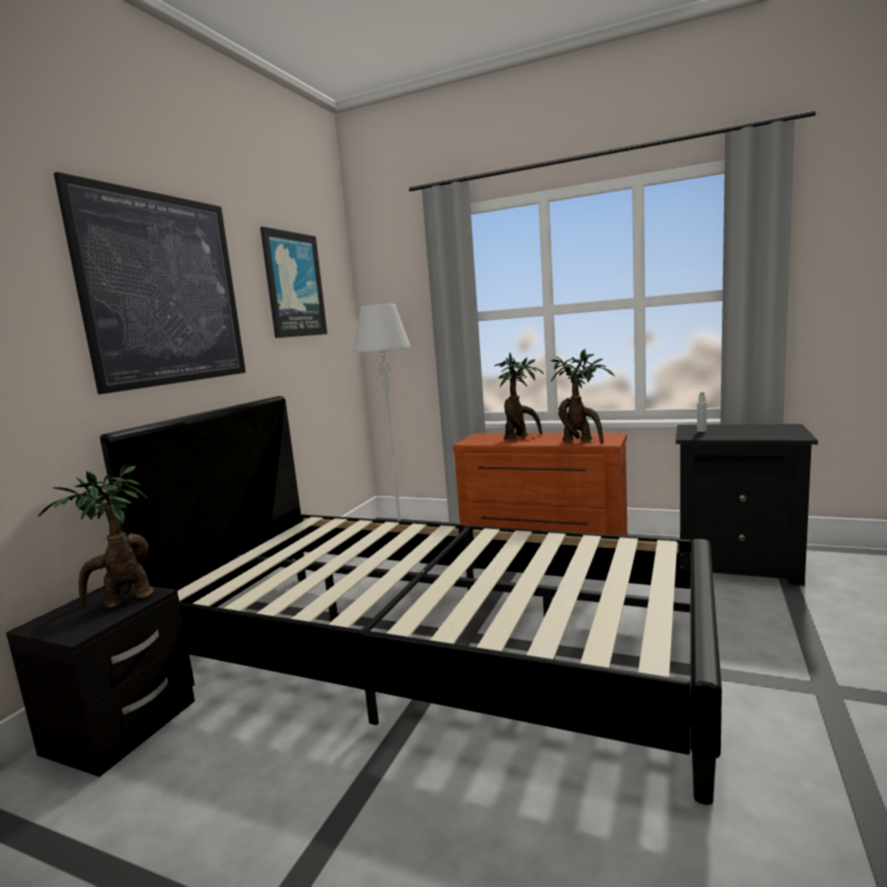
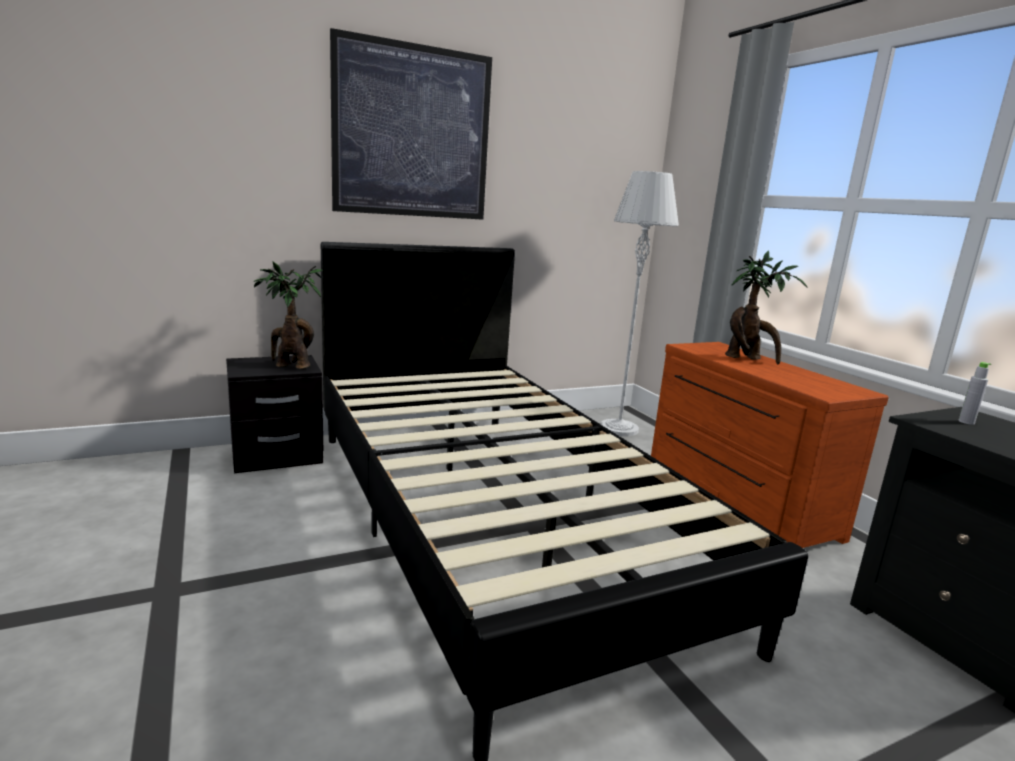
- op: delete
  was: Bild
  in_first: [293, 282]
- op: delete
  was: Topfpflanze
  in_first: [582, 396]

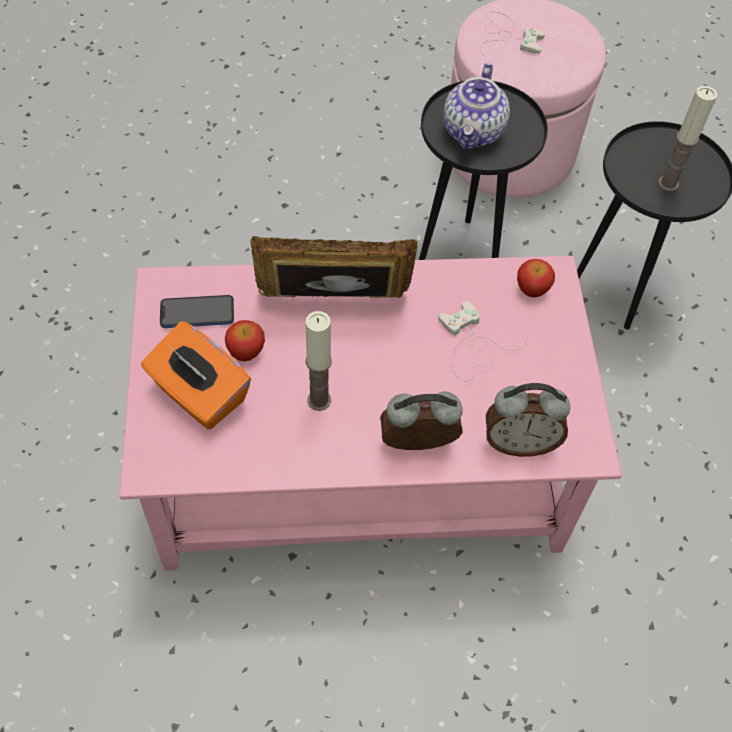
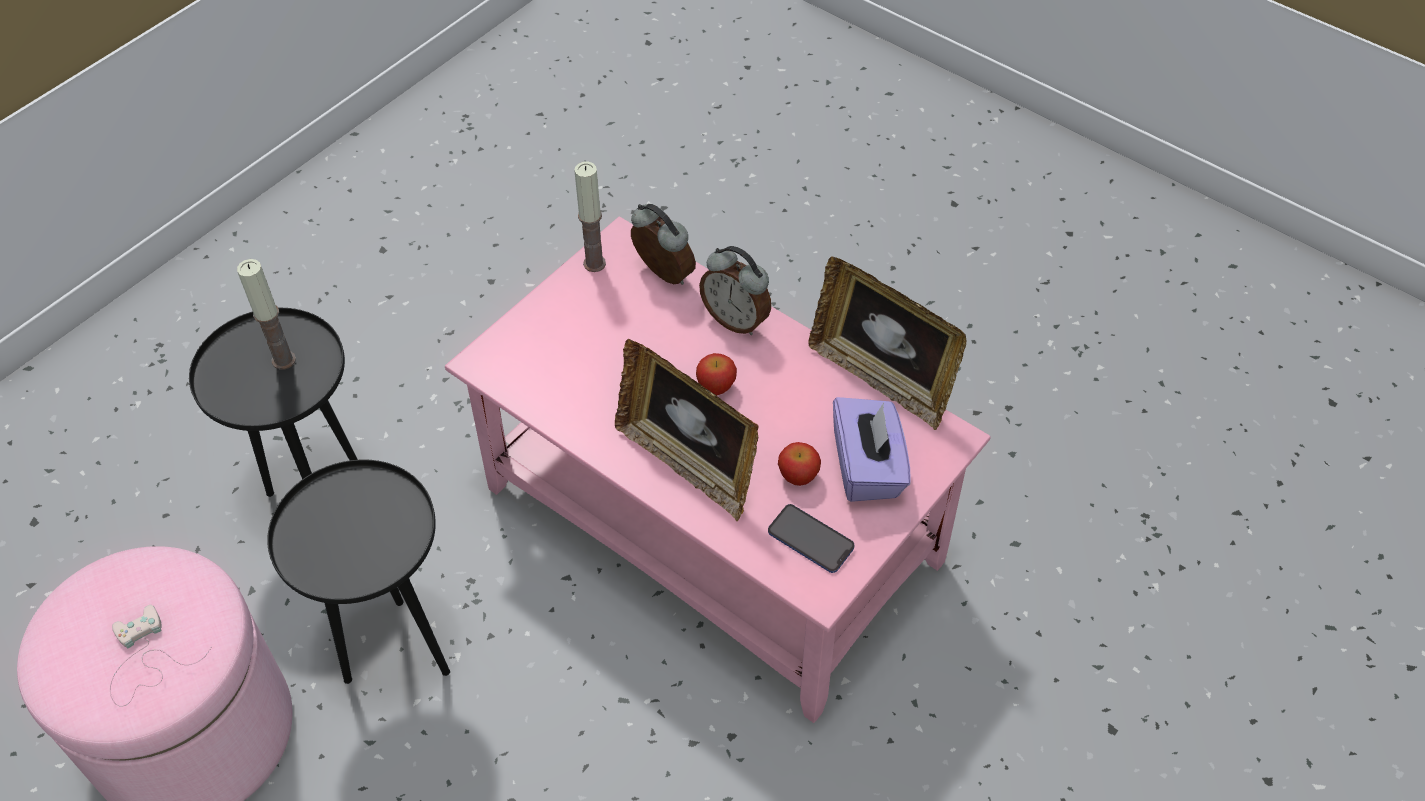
- op: delete
  was: Gamepad/weiß
  in_first: [483, 341]
- op: delete
  was: Teekanne
  in_first: [476, 106]
- op: insert
  now: Bilderrahmen
  in_second: [887, 343]
- op: move
  was: Kerze
  in_first: [318, 361]
  in_second: [590, 217]
- op: move
  was: Apfel
  in_first: [536, 278]
  in_second: [716, 374]
- op: recolor
  was: Taschentuchbox/orange
  now: Taschentuchbox/lila
  in_first: [196, 375]
  in_second: [872, 449]

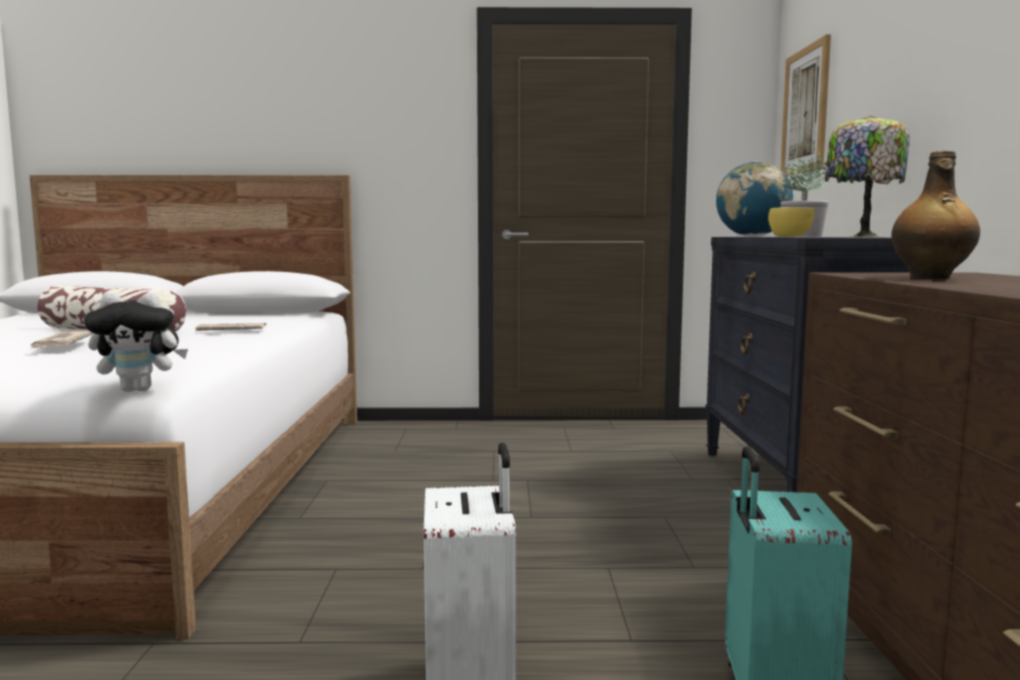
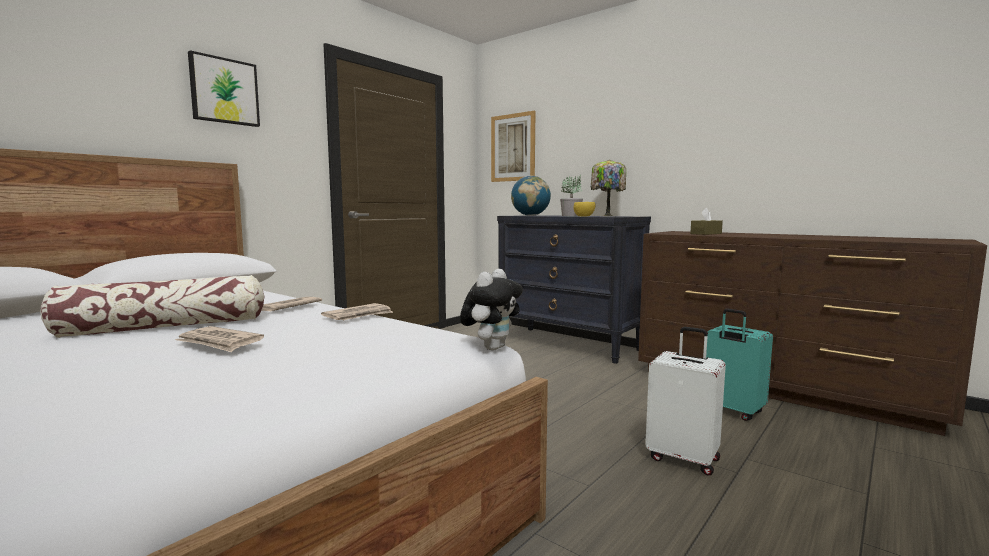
- op: insert
  now: Bild
  in_second: [224, 88]
- op: insert
  now: Zeitung
  in_second: [357, 311]
- op: replace
  was: Flasche
  now: Taschentuchbox/braun
  in_first: [935, 215]
  in_second: [706, 221]

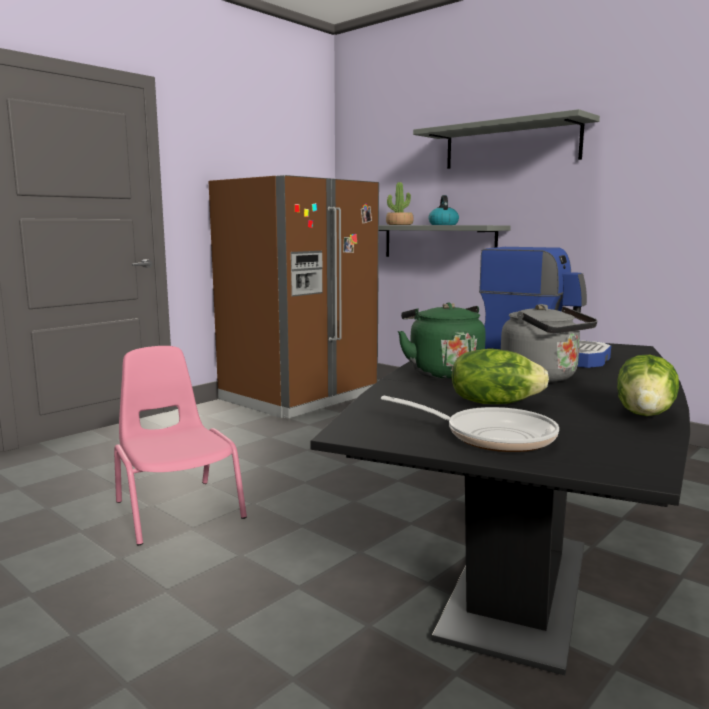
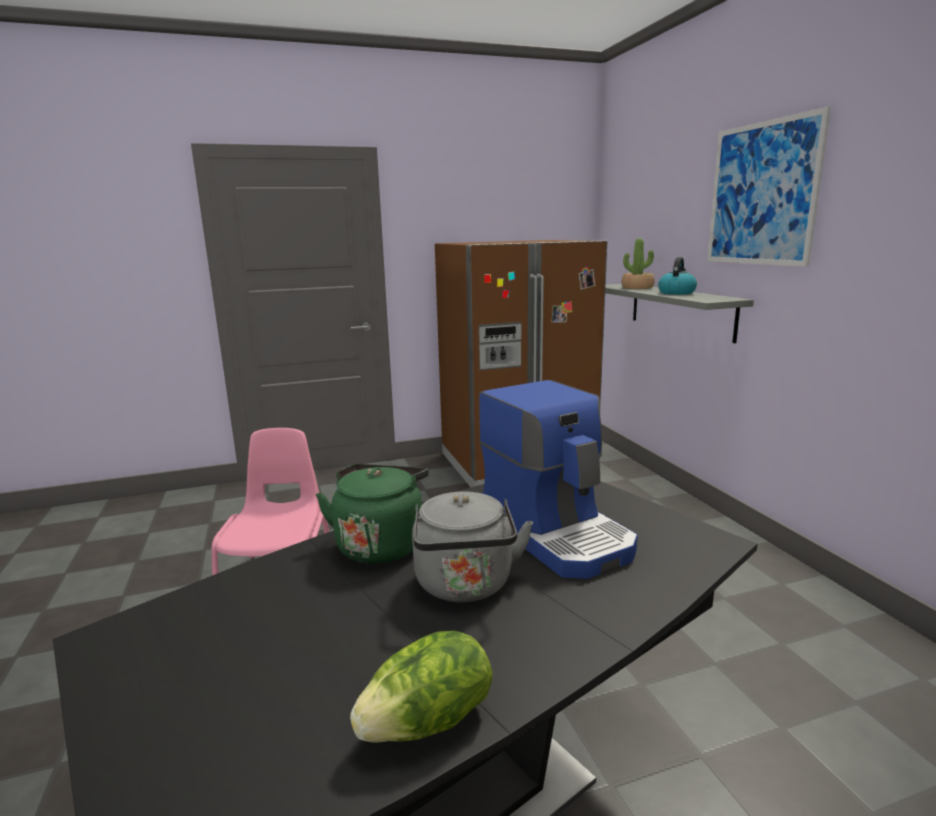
- op: delete
  was: Pfanne
  in_first: [470, 424]
- op: delete
  was: Salatkopf
  in_first: [500, 376]
- op: replace
  was: Wandregal/grau
  now: Bild
  in_first: [506, 139]
  in_second: [769, 186]

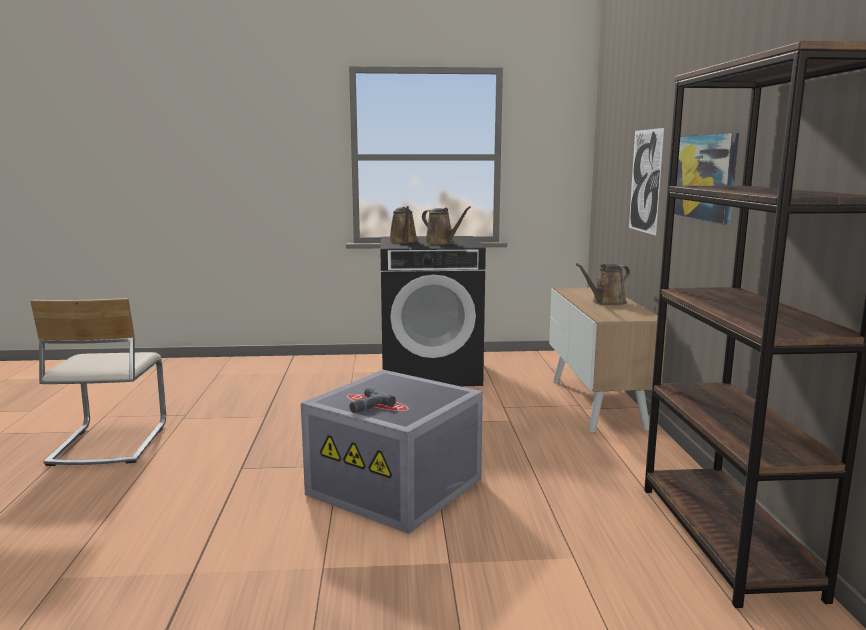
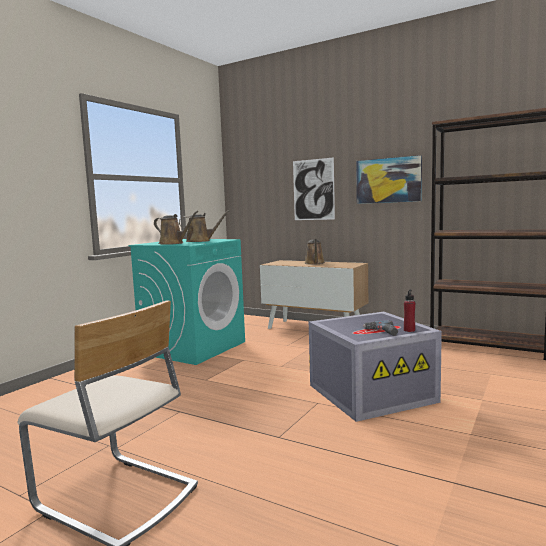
- op: insert
  now: Flasche/rot
  in_second: [409, 310]
- op: recolor
  was: Waschmaschine/schwarz
  now: Waschmaschine/türkis
  in_first: [433, 311]
  in_second: [187, 302]

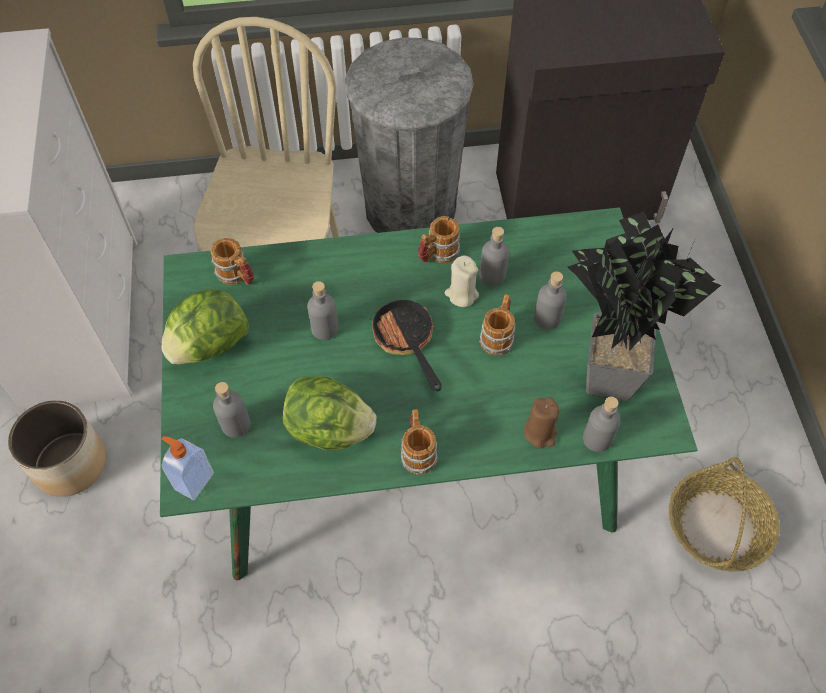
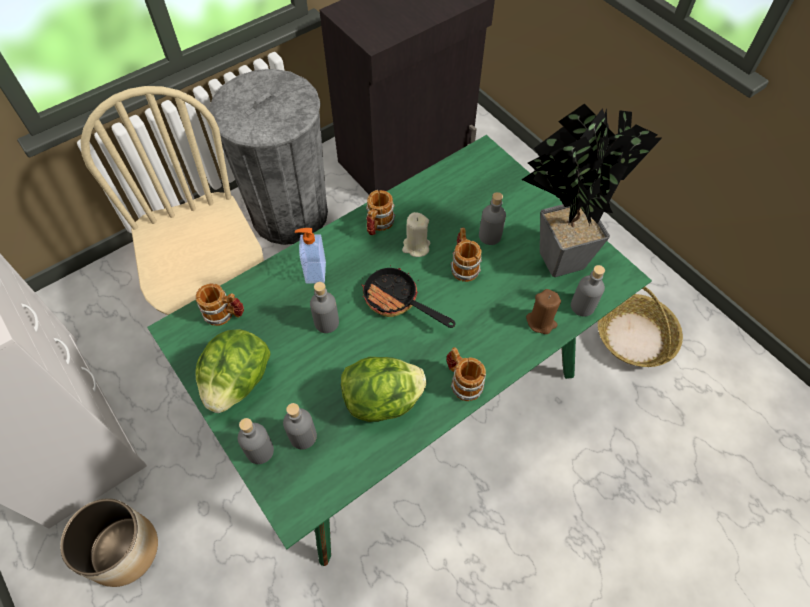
- op: move
  was: Seifenspender
  in_first: [188, 468]
  in_second: [310, 256]
- op: move
  was: Flasche/grau
  in_first: [494, 256]
  in_second: [256, 441]

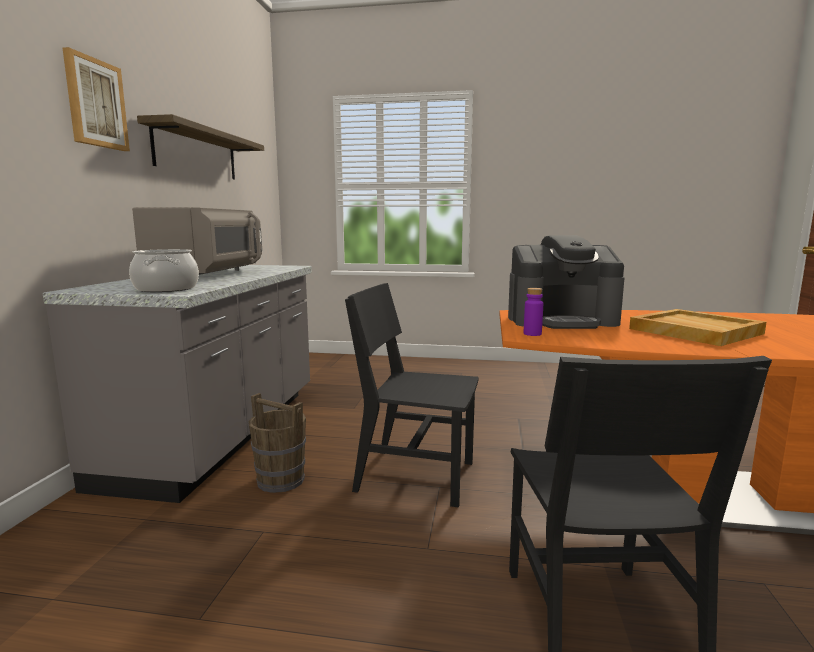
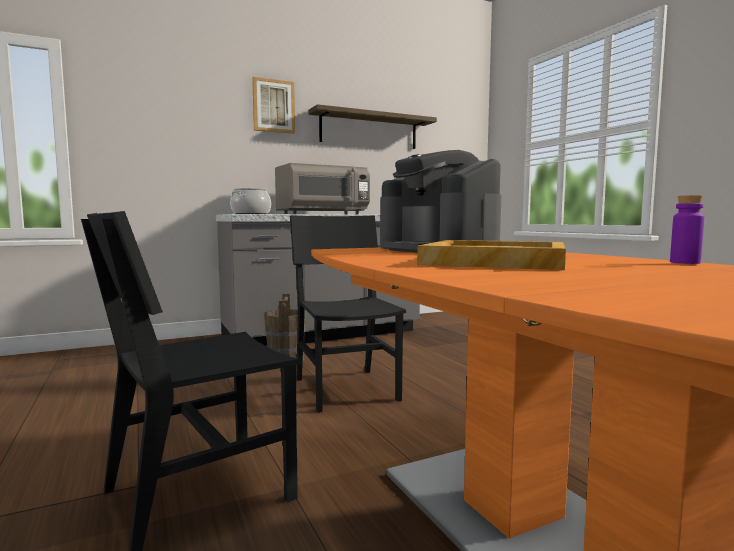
- op: move
  was: Flasche/lila
  in_first: [533, 312]
  in_second: [687, 229]

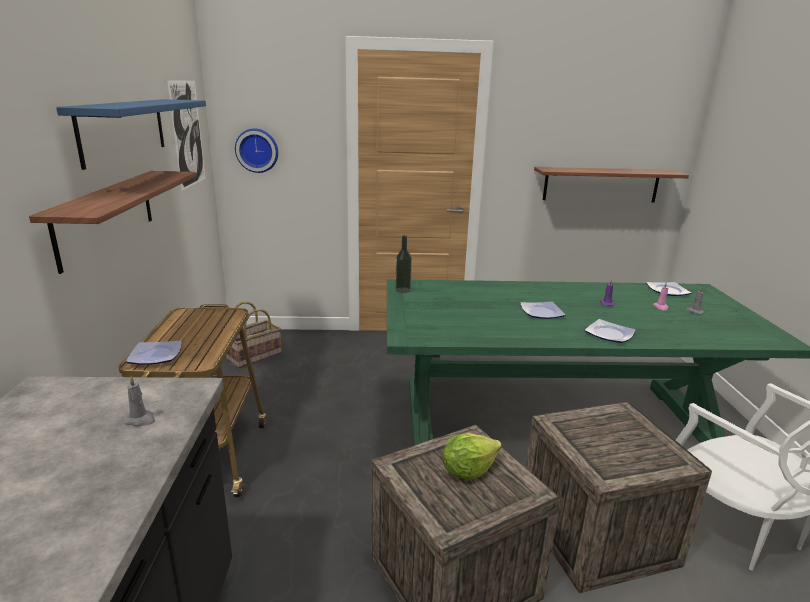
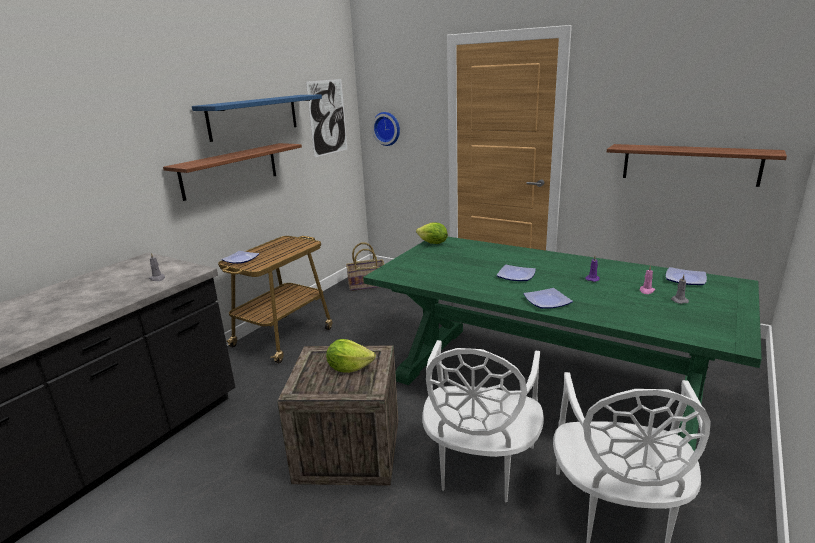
- op: replace
  was: Flasche
  now: Salatkopf
  in_first: [403, 264]
  in_second: [432, 233]
- op: replace
  was: Kiste
  now: Stuhl/weiß
  in_first: [619, 497]
  in_second: [483, 421]

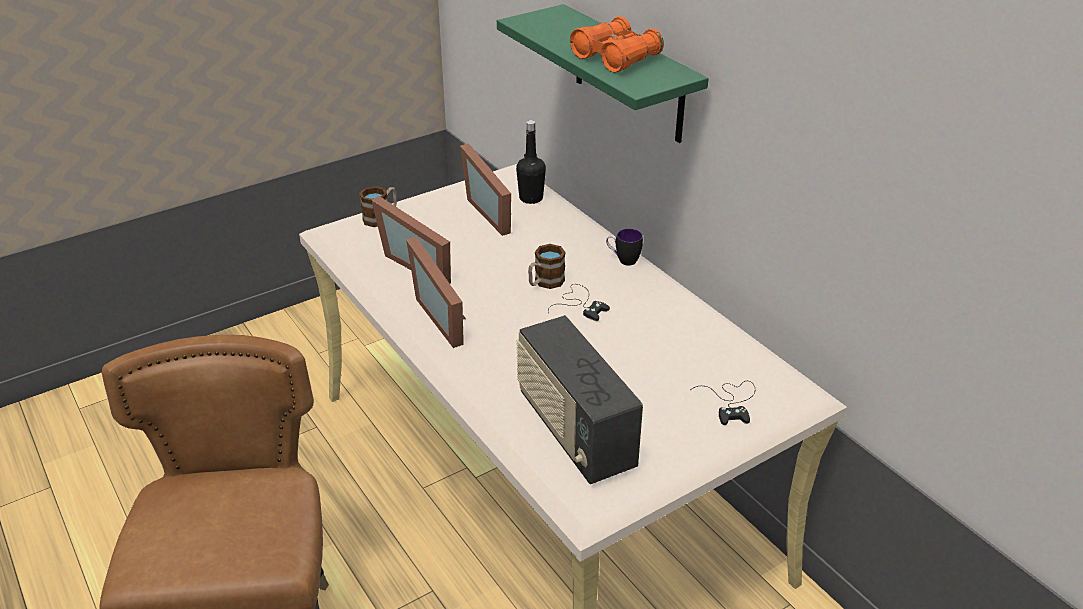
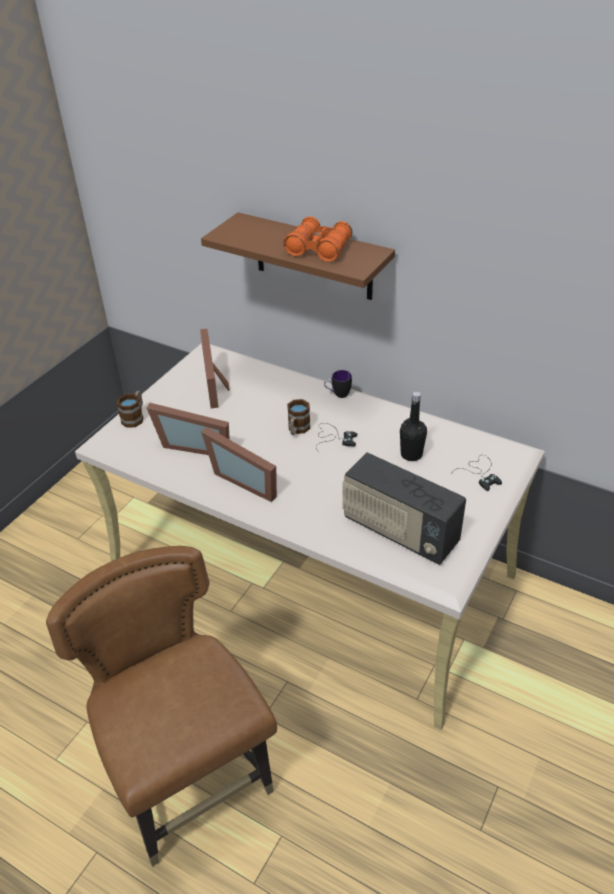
- op: move
  was: Flasche/schwarz
  in_first: [531, 162]
  in_second: [413, 426]
- op: recolor
  was: Wandregal/grün
  now: Wandregal/braun
  in_first: [603, 73]
  in_second: [298, 256]
- op: rotate
  was: Bilderrahmen
  in_first: [485, 189]
  in_second: [215, 368]
  clockwise: 45

